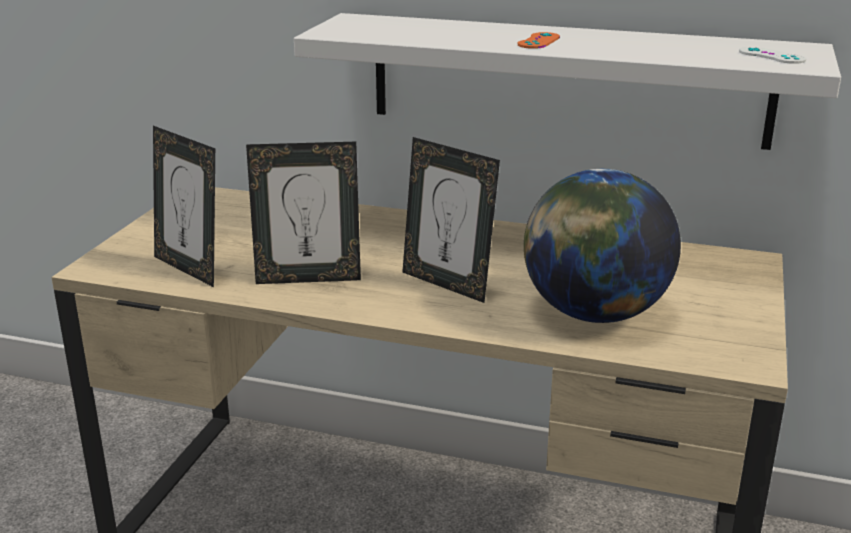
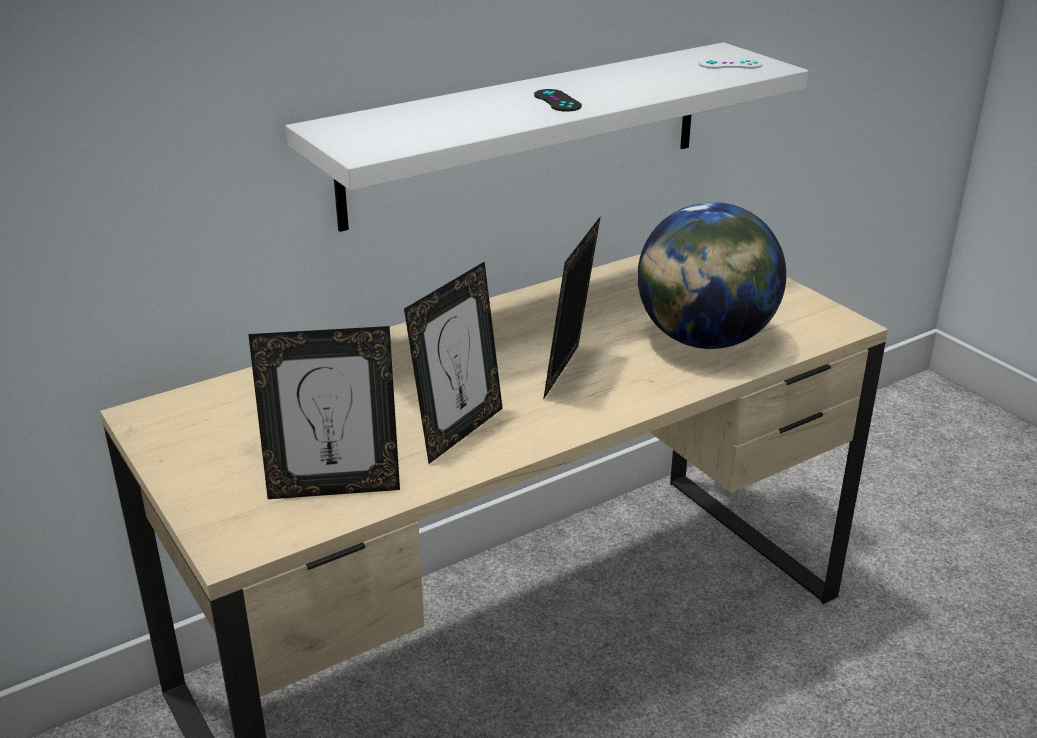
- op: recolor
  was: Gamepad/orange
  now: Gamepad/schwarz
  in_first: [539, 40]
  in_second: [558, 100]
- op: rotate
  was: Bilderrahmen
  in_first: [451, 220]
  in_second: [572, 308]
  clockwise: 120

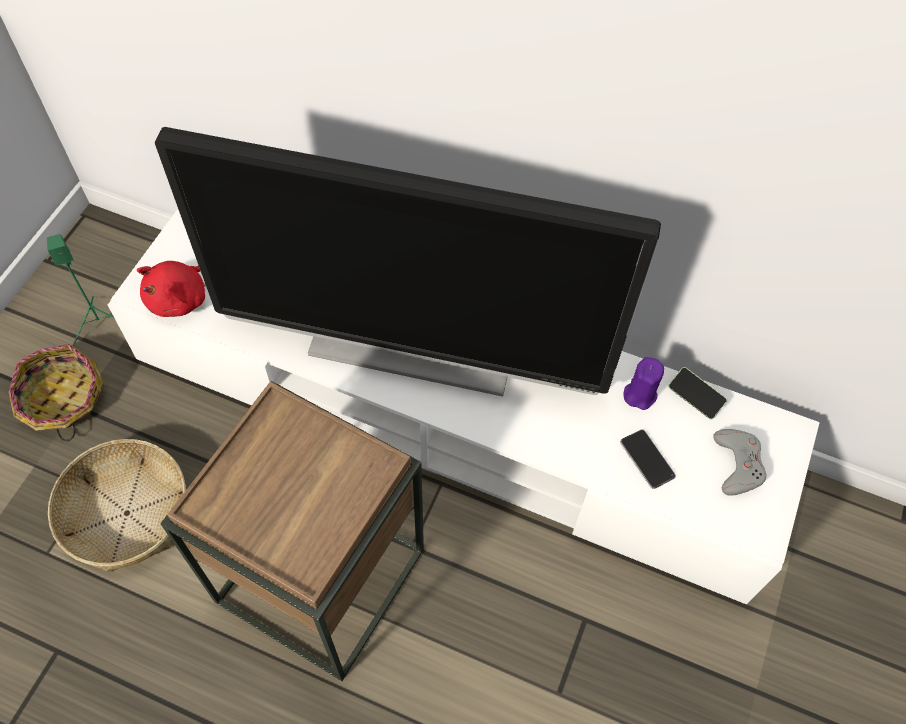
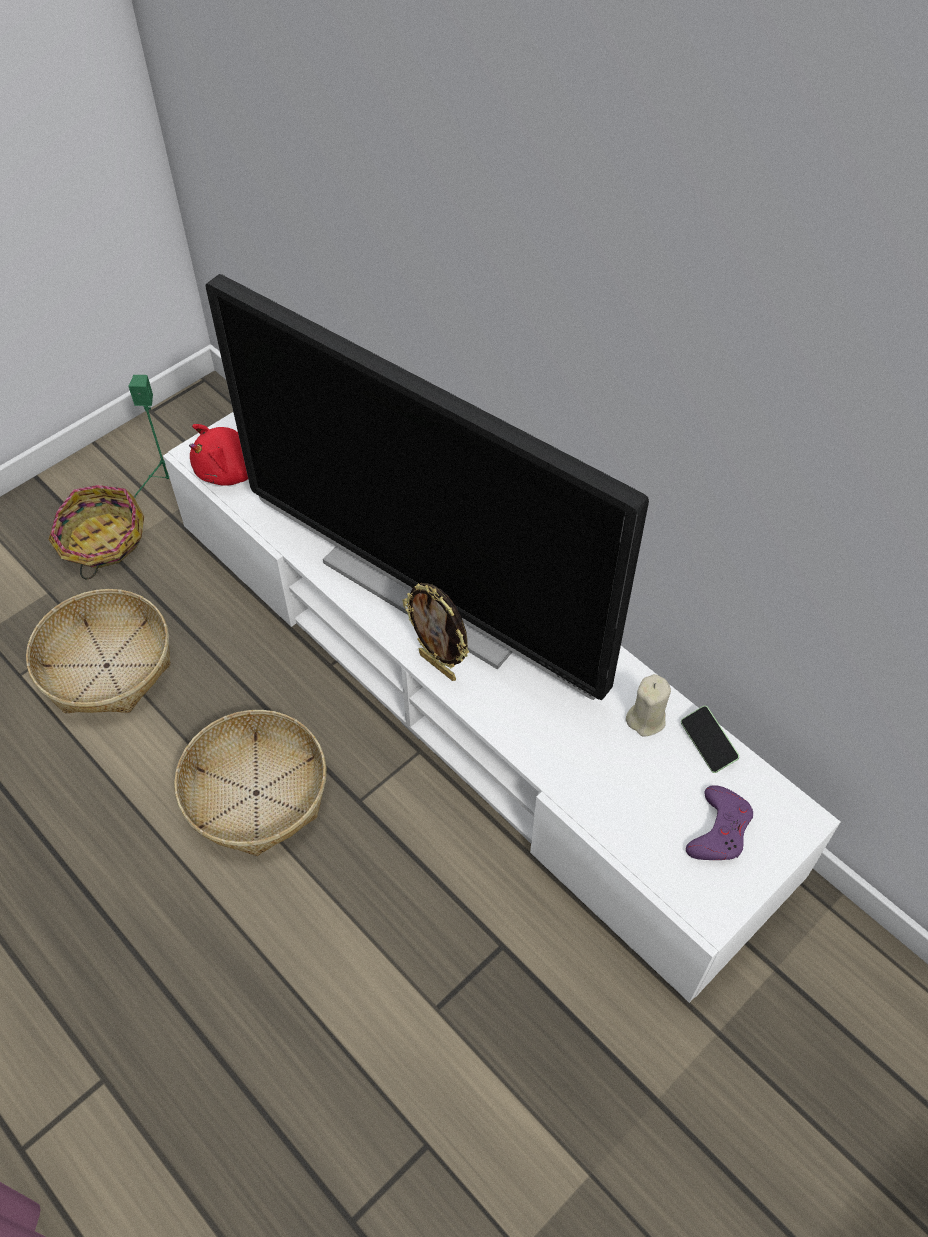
- op: delete
  was: Handy
  in_first: [648, 459]
- op: insert
  now: Bilderrahmen
  in_second: [435, 632]
- op: replace
  was: Beistelltisch/braun
  now: Korb
  in_first: [292, 531]
  in_second: [250, 783]
- op: recolor
  was: Kerze/lila
  now: Kerze/beige
  in_first: [643, 383]
  in_second: [648, 705]
- op: recolor
  was: Gamepad/grau
  now: Gamepad/lila
  in_first: [740, 462]
  in_second: [719, 822]

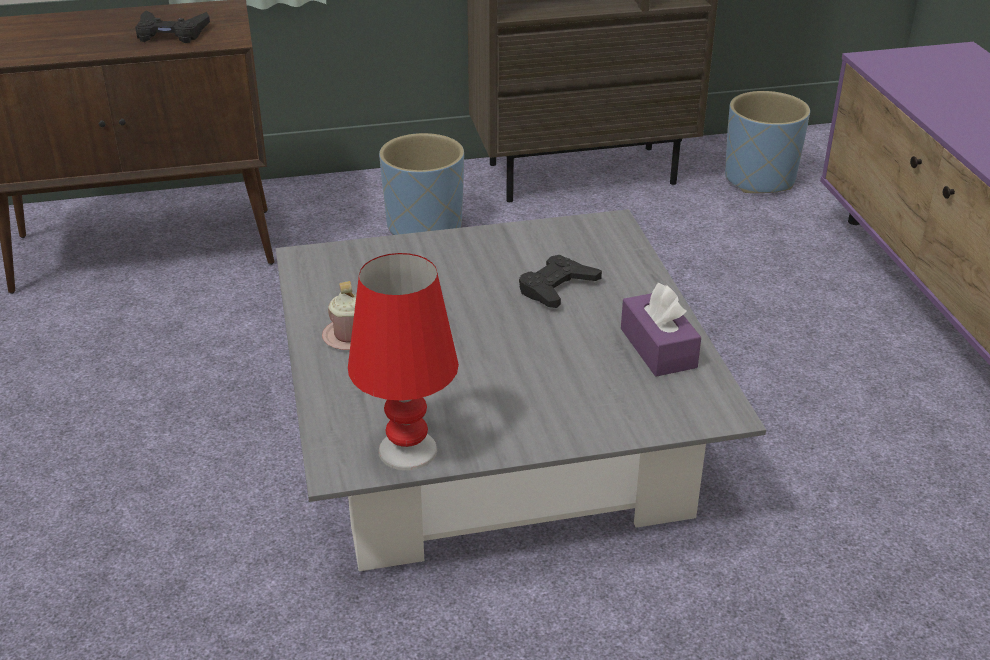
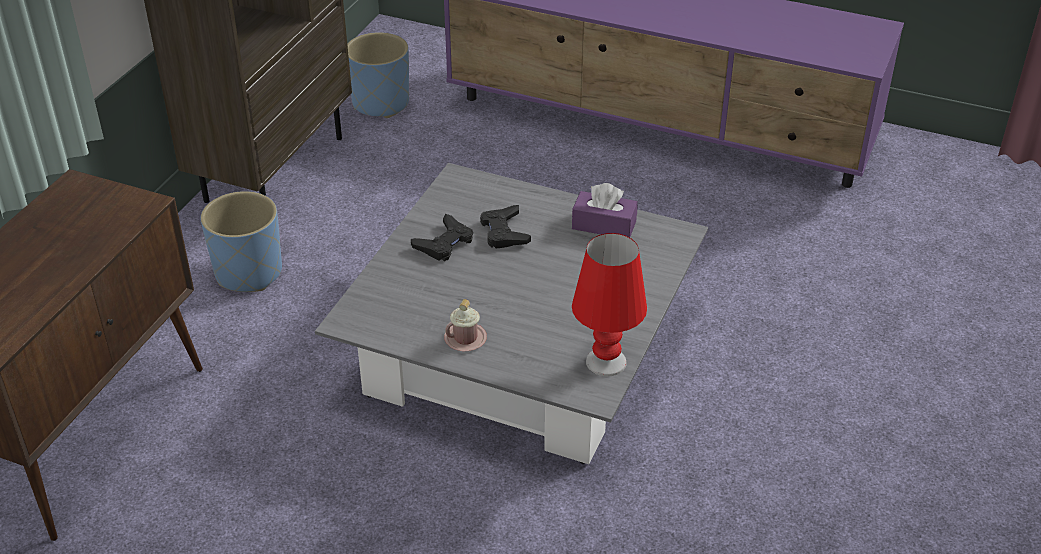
- op: move
  was: Gamepad/schwarz
  in_first: [172, 27]
  in_second: [442, 237]

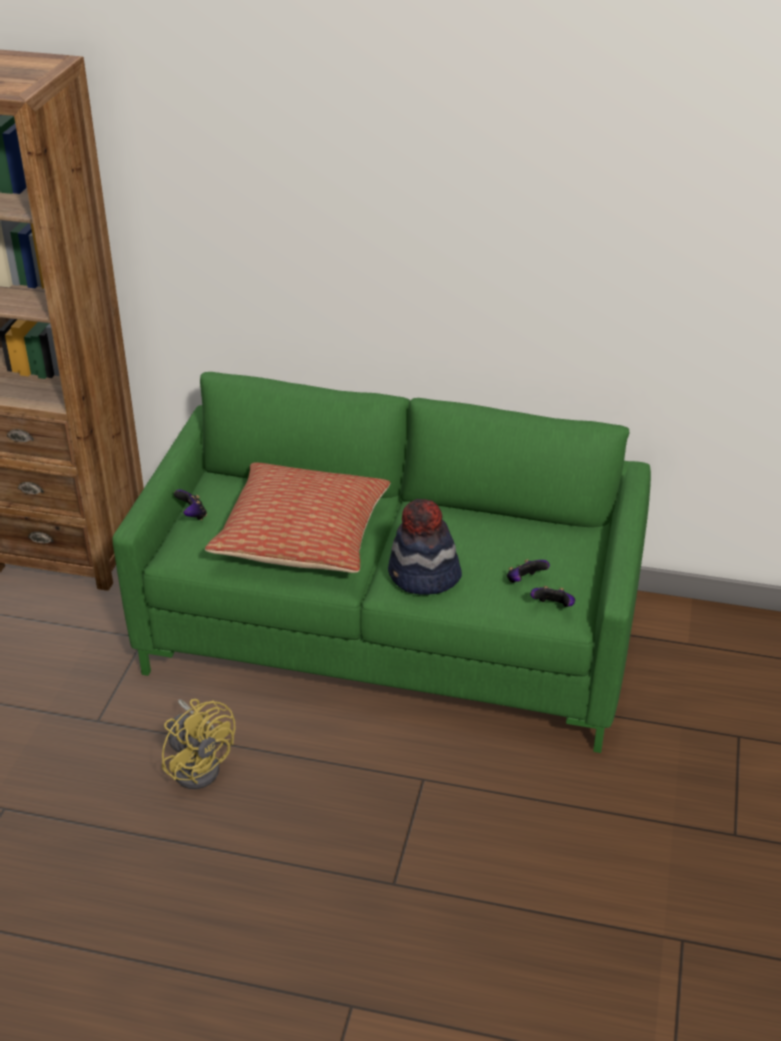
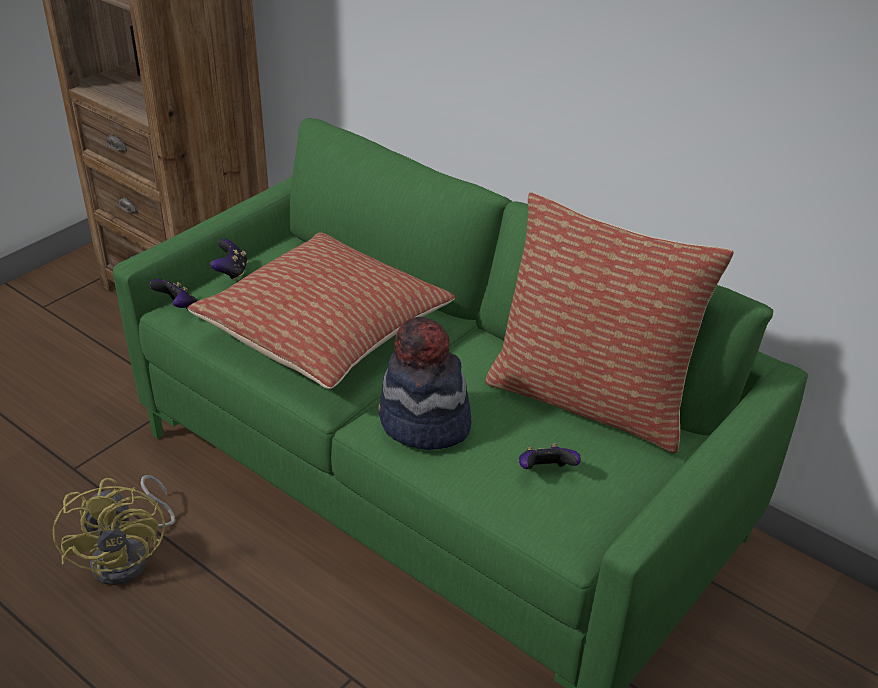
- op: insert
  now: Kissen
  in_second: [609, 322]
- op: move
  was: Gamepad
  in_first: [553, 596]
  in_second: [173, 295]

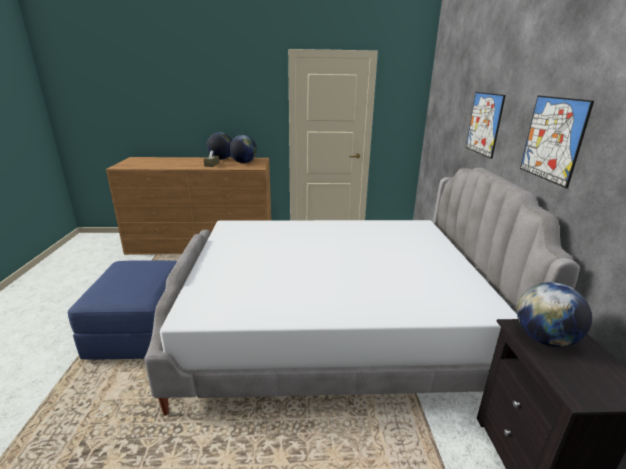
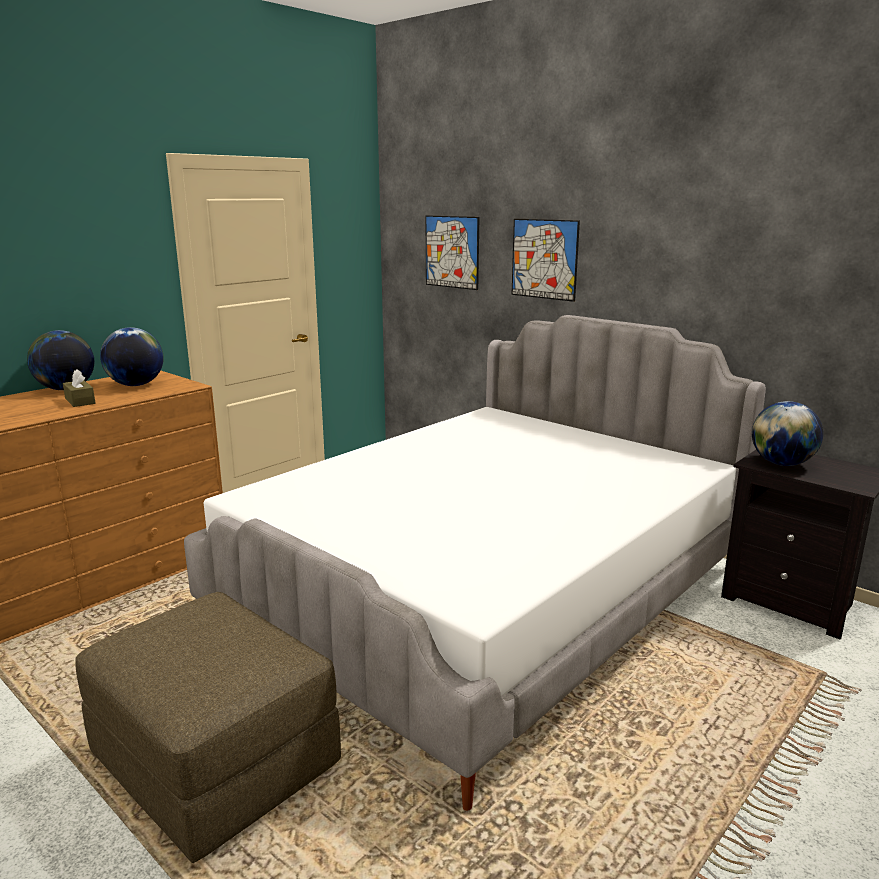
- op: move
  was: Bild
  in_first: [557, 141]
  in_second: [452, 252]
- op: recolor
  was: Polsterhocker/blau
  now: Polsterhocker/braun
  in_first: [122, 310]
  in_second: [208, 727]

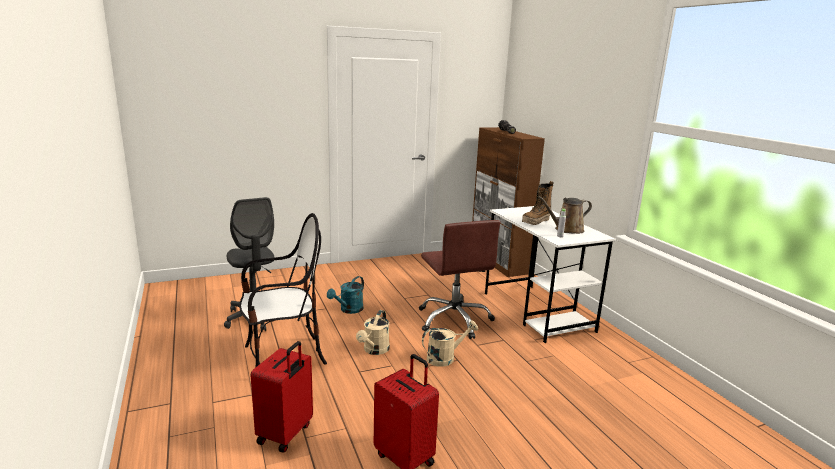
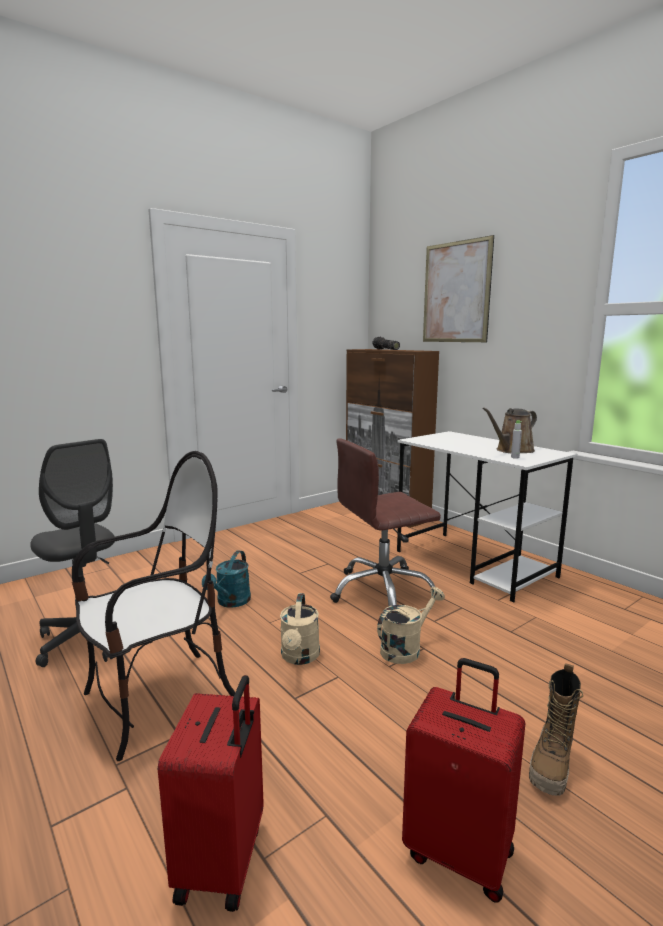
- op: insert
  now: Bild
  in_second: [458, 288]
- op: move
  was: Stiefel
  in_first: [538, 203]
  in_second: [556, 729]
- op: rotate
  was: Bürostuhl/braun
  in_first: [459, 279]
  in_second: [385, 522]
  clockwise: 105

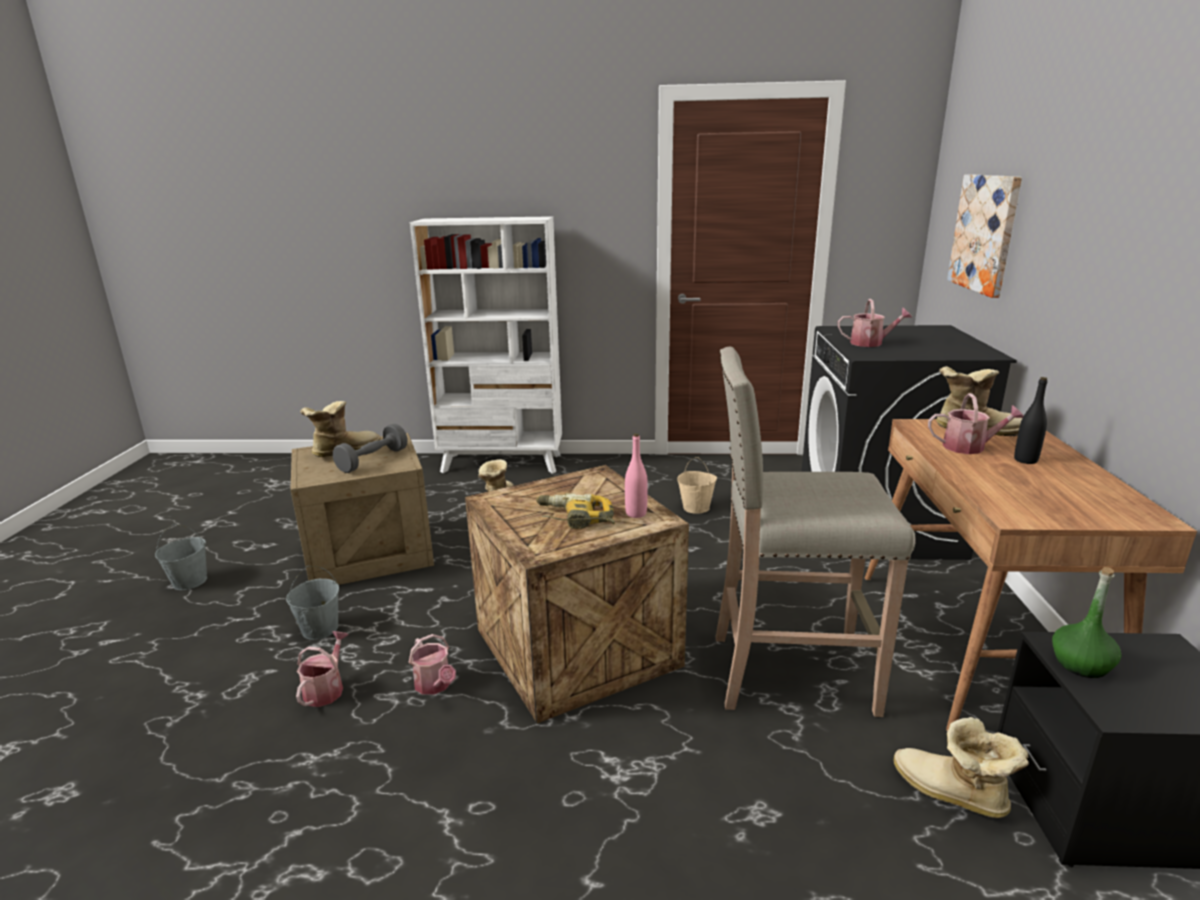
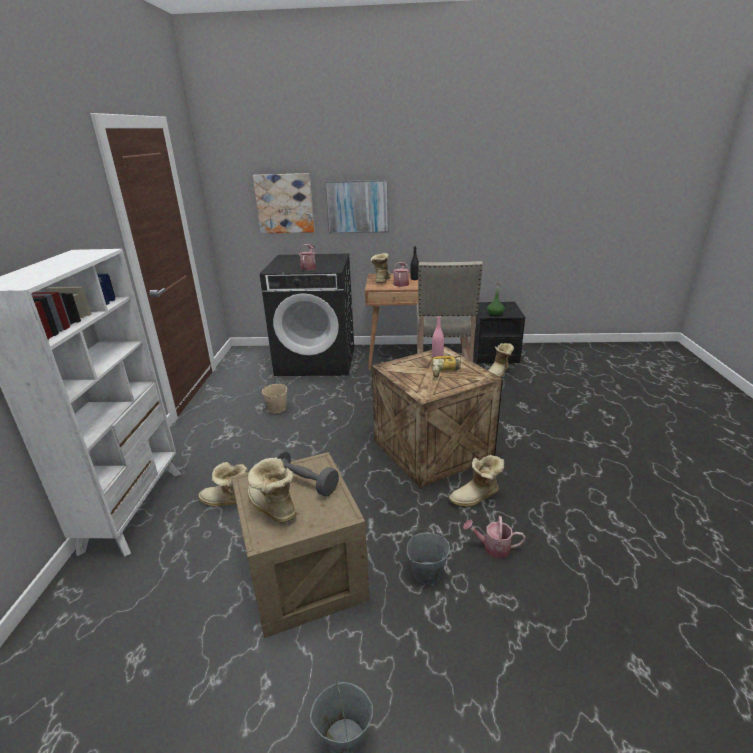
- op: insert
  now: Bild
  in_second: [357, 207]
- op: replace
  was: Gießkanne
  now: Stiefel
  in_first: [432, 664]
  in_second: [476, 480]

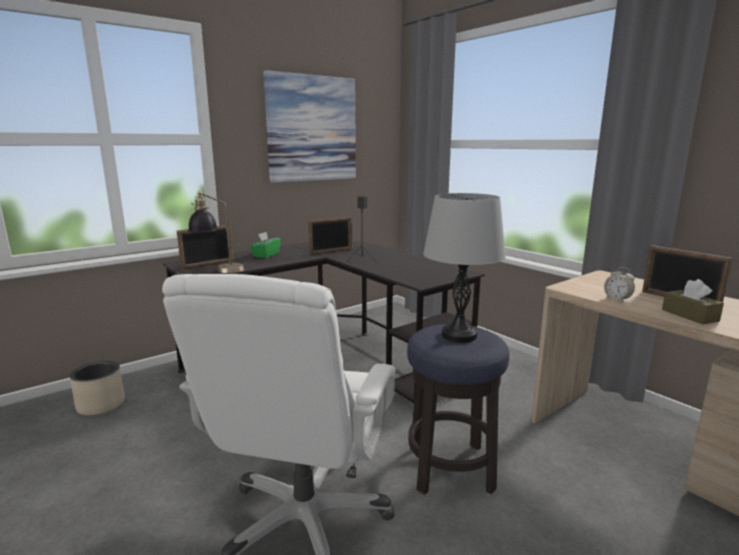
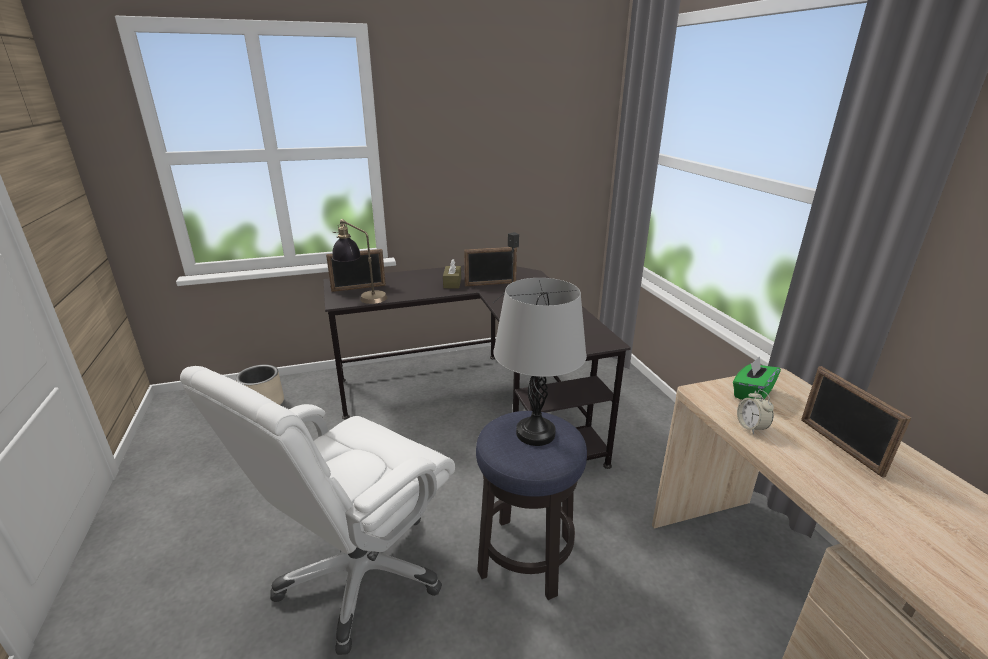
- op: delete
  was: Bild
  in_first: [309, 126]
- op: move
  was: Taschentuchbox/grün
  in_first: [265, 245]
  in_second: [757, 378]
- op: move
  was: Taschentuchbox/braun
  in_first: [693, 301]
  in_second: [452, 273]

